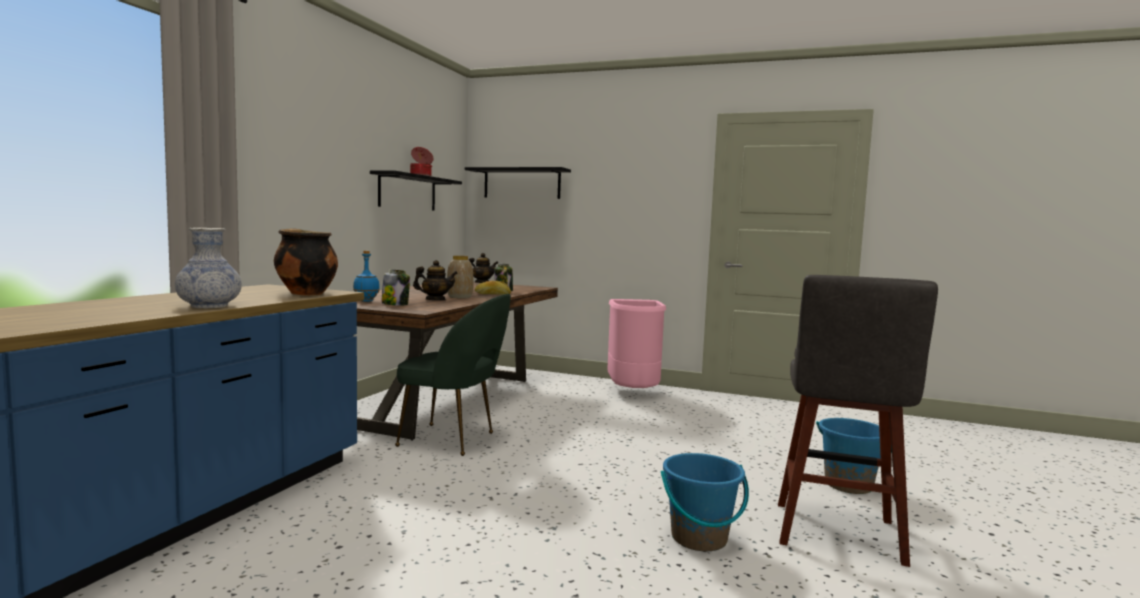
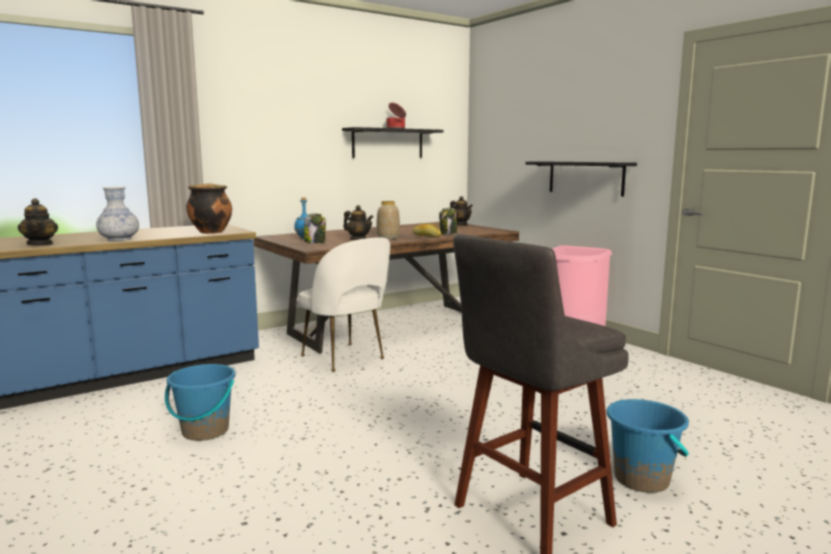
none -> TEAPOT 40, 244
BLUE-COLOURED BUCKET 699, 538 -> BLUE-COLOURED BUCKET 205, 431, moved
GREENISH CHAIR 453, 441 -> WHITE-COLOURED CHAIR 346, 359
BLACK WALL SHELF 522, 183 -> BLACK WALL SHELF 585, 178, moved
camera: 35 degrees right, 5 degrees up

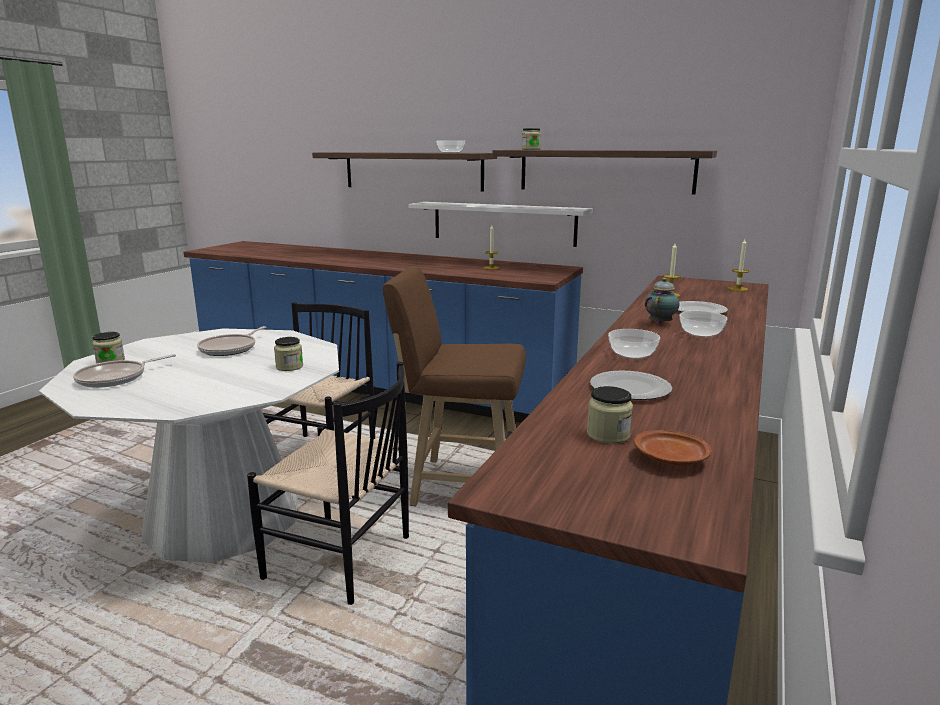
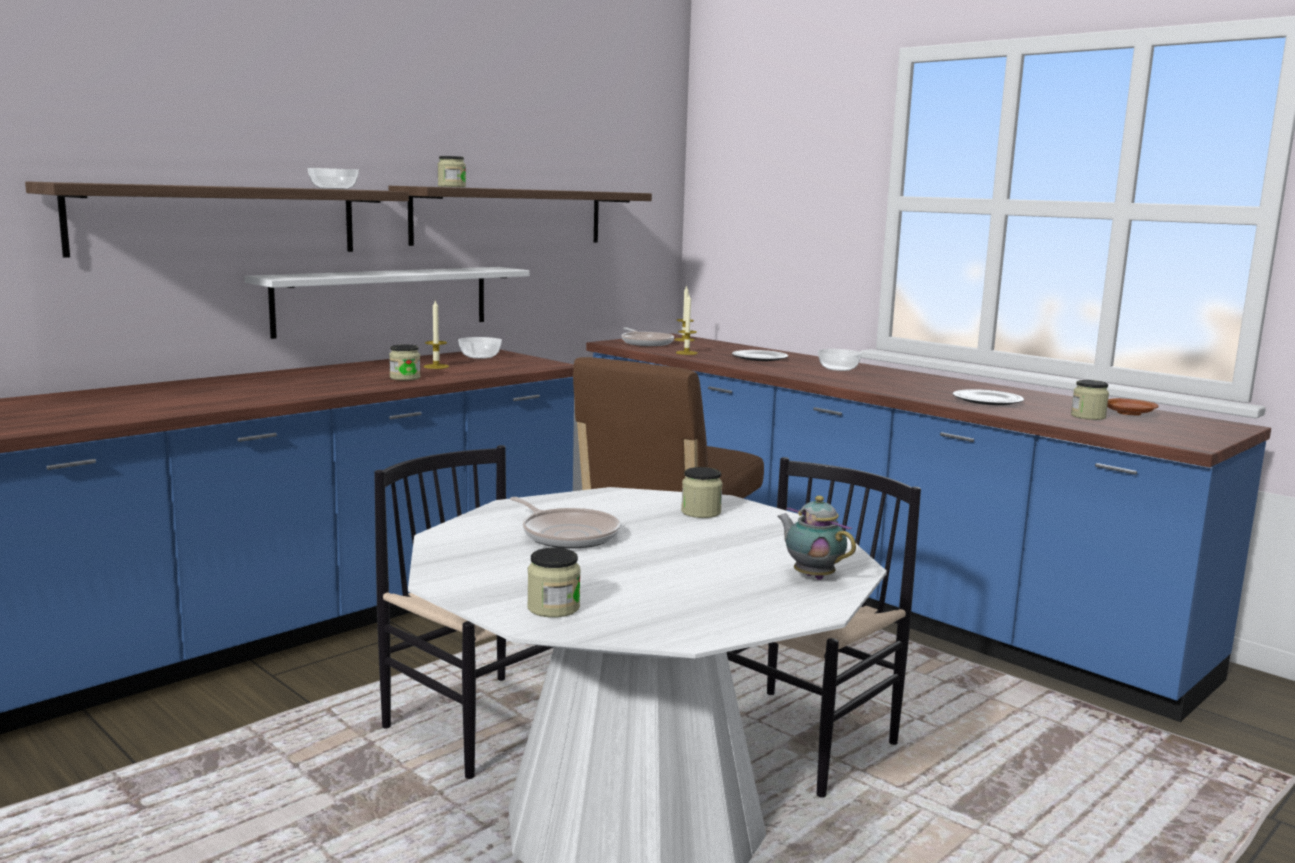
none -> STORAGE JAR 405, 378
SERVING BOWL 632, 354 -> SERVING BOWL 480, 356, moved
FRYING PAN 116, 378 -> FRYING PAN 646, 343, moved
TEAPOT 660, 323 -> TEAPOT 812, 576, moved
camera: 70 degrees left, 5 degrees down

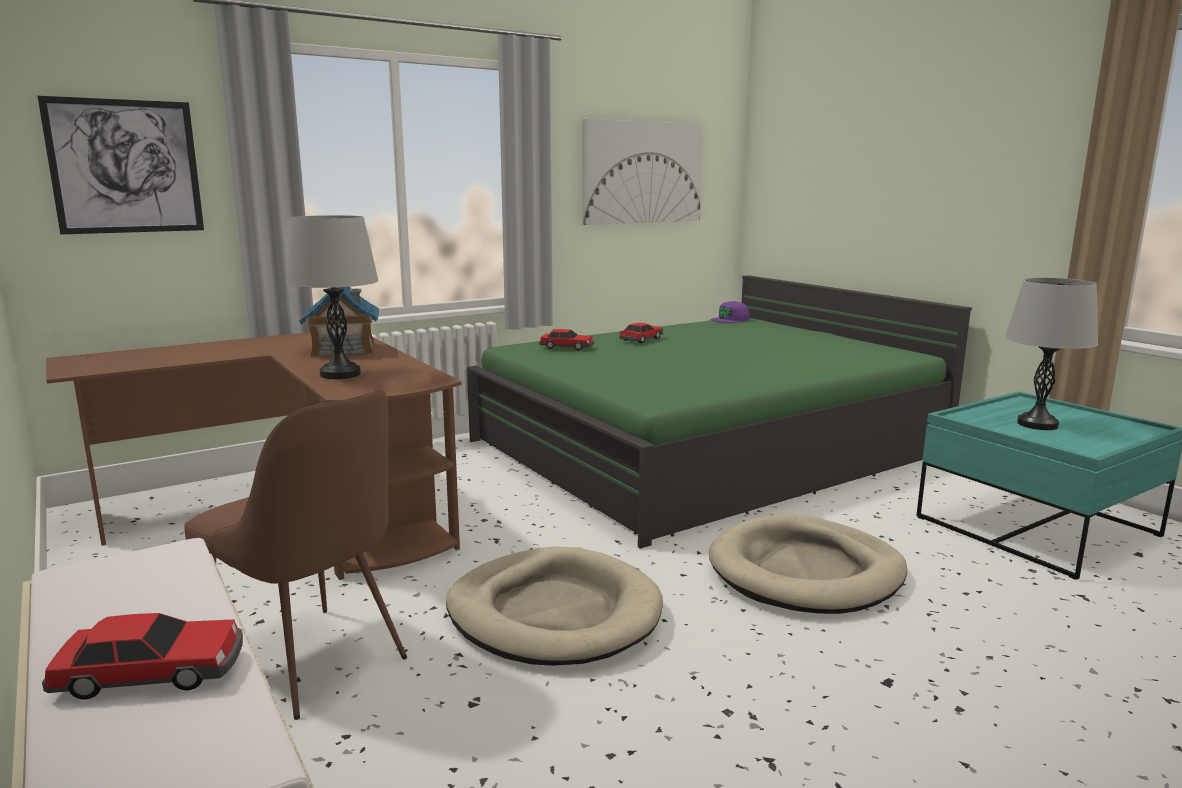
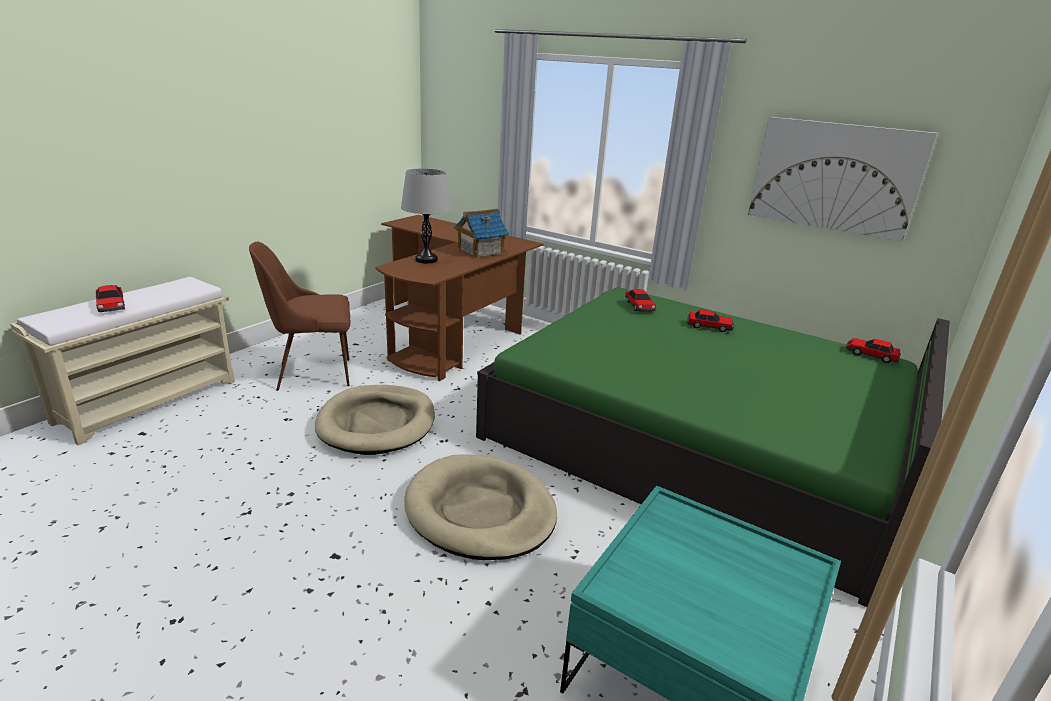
BROWN CHAIR 314, 659 -> BROWN CHAIR 313, 375, 60 degrees clockwise
PURPLE PEAKED CAP 730, 320 -> MINIATURE CAR 871, 355
PICTURE 125, 167 -> none
GREYISH LAMP FOR A TABLE 1037, 424 -> none
camera: 65 degrees right, 10 degrees up

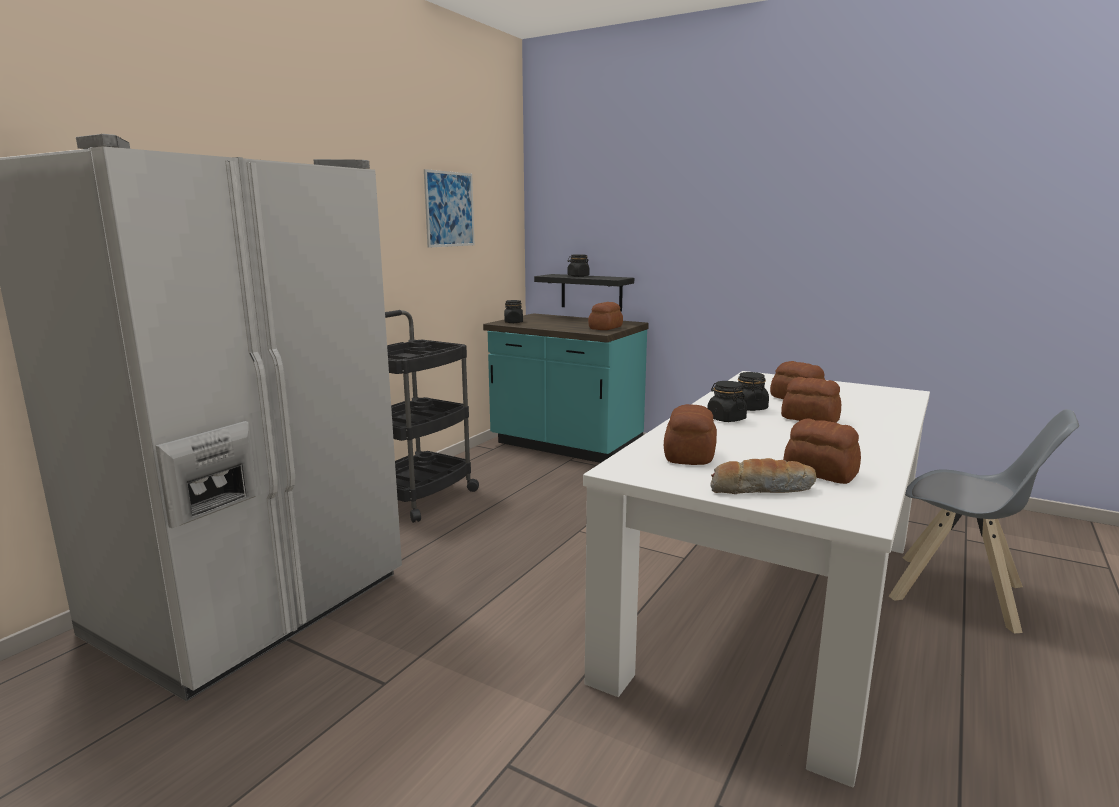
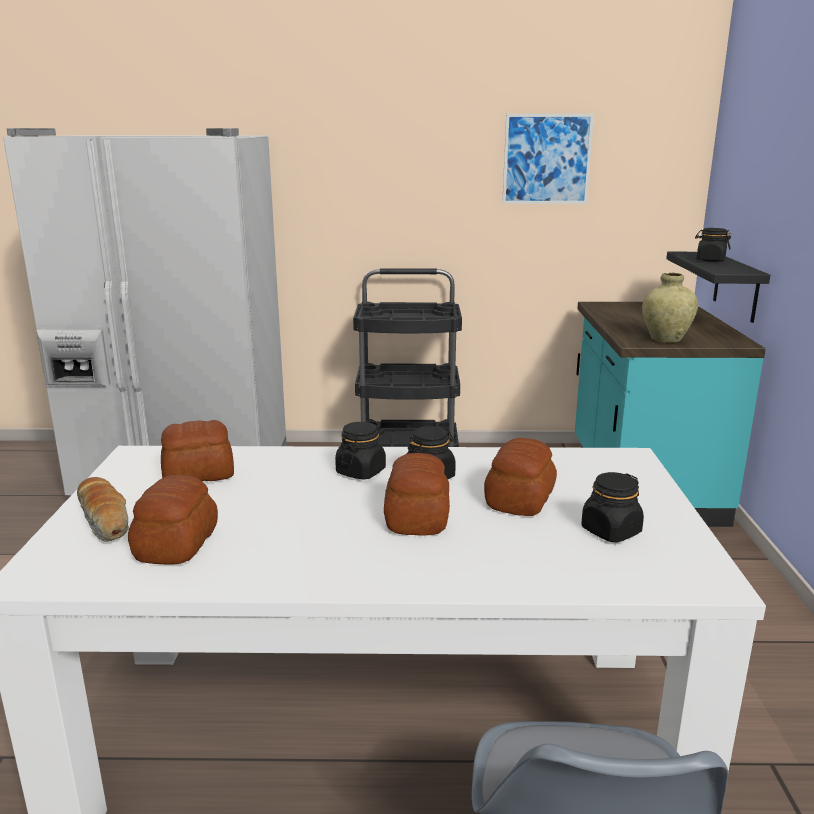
BLACK STORAGE JAR 513, 322 -> BLACK STORAGE JAR 610, 531, moved
BAKED BREAD 605, 328 -> BEIGE FLOWER VASE 665, 339
camera: 60 degrees right, 5 degrees up

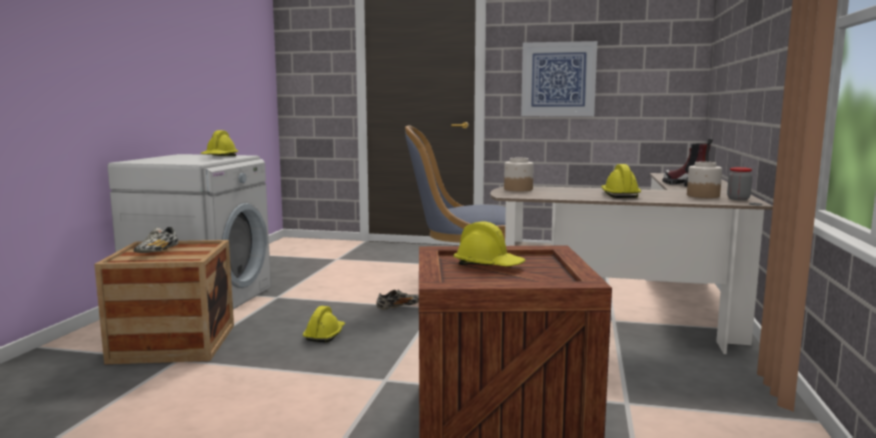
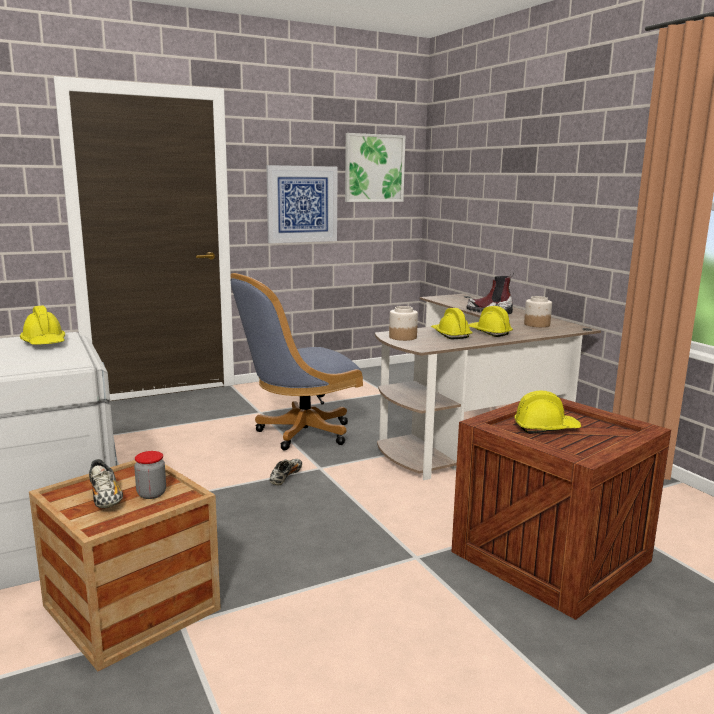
STORAGE JAR 738, 199 -> STORAGE JAR 151, 494, moved
none -> PICTURE 374, 168
YELLOW WORK HELMET 325, 335 -> YELLOW WORK HELMET 450, 335, moved
camera: 40 degrees left, 5 degrees up

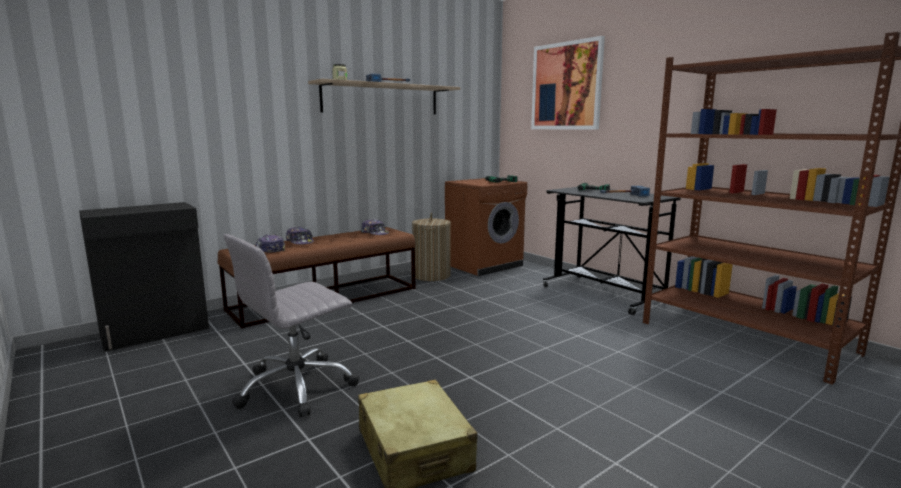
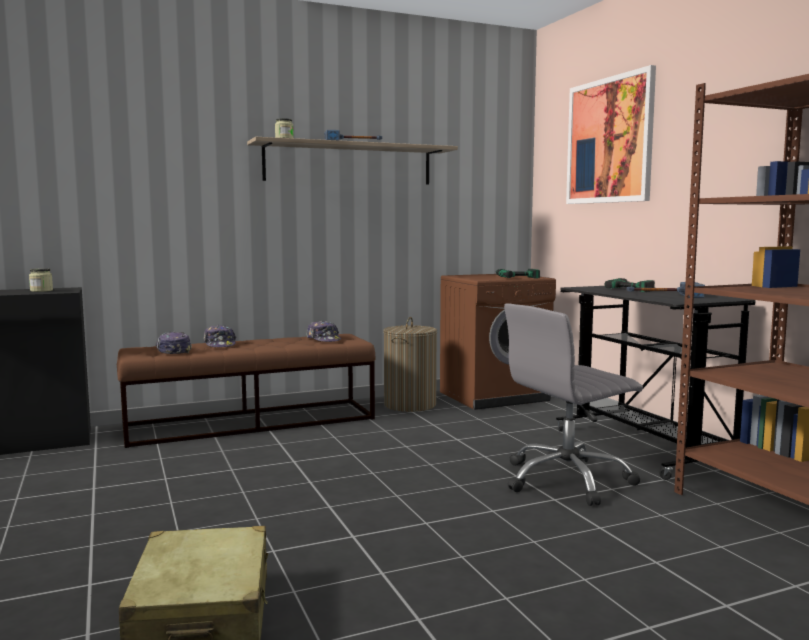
none -> STORAGE JAR 41, 291
GREYISH COMPUTER CHAIR 296, 387 -> GREYISH COMPUTER CHAIR 566, 480, moved
camera: 15 degrees right, 5 degrees down

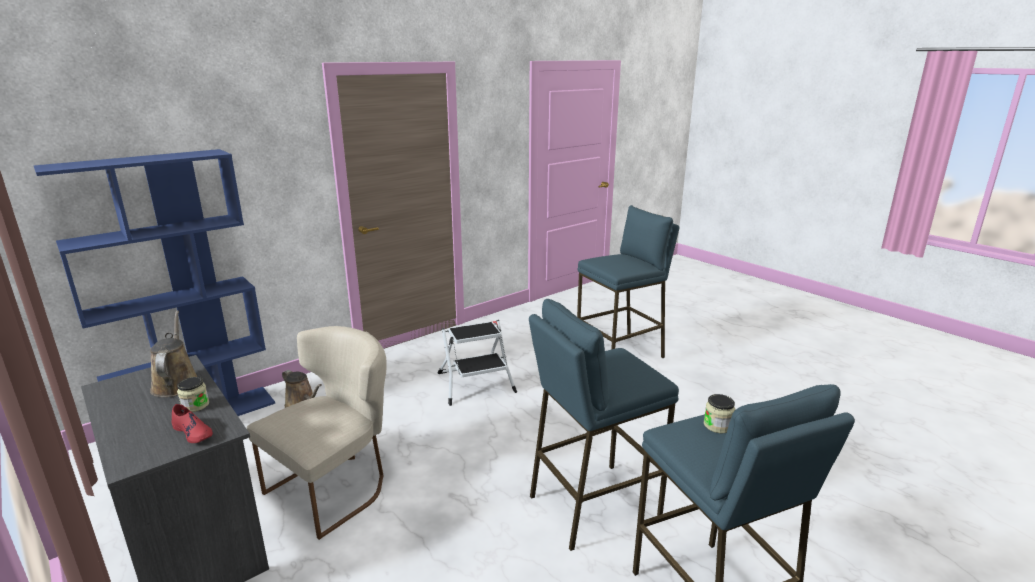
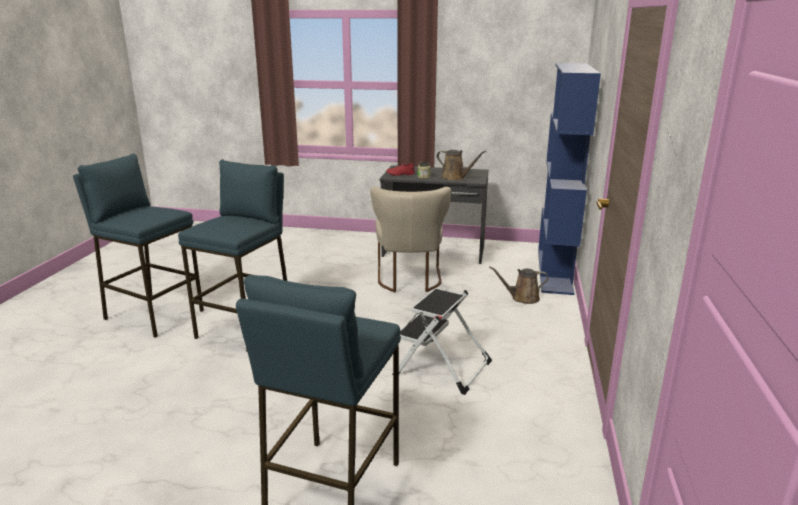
STORAGE JAR 717, 425 -> none
camera: 140 degrees right, 0 degrees up

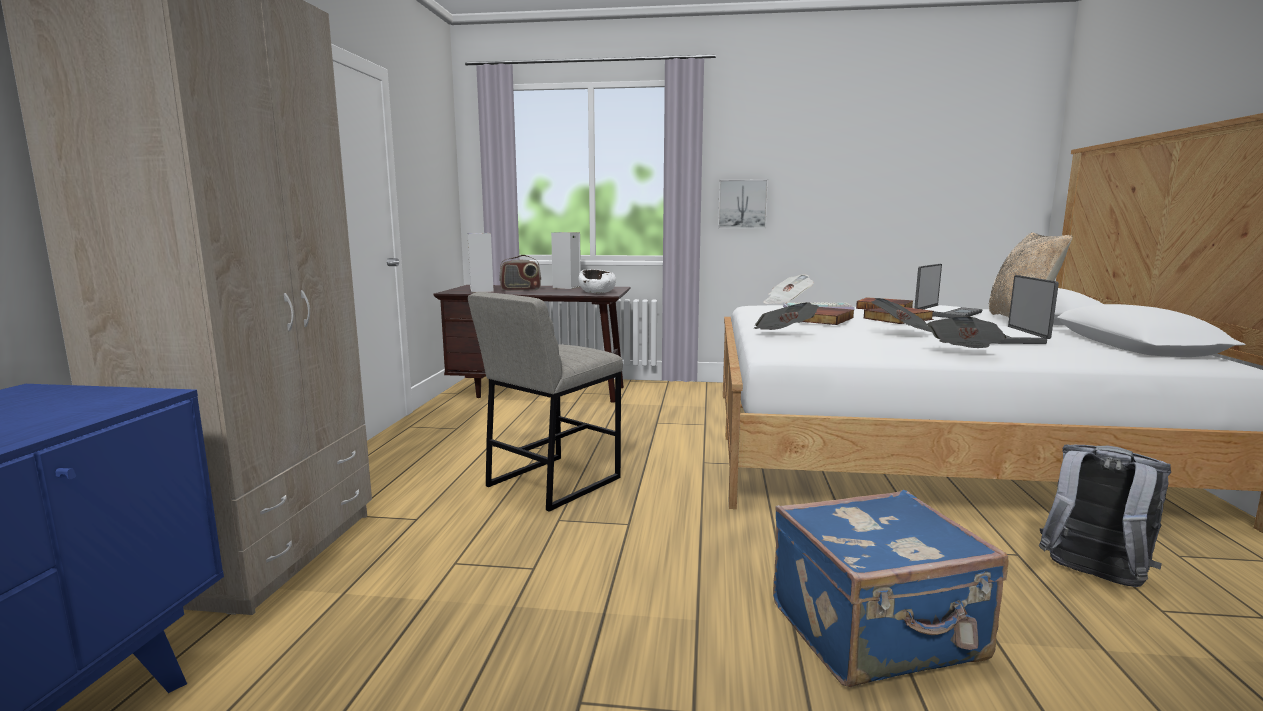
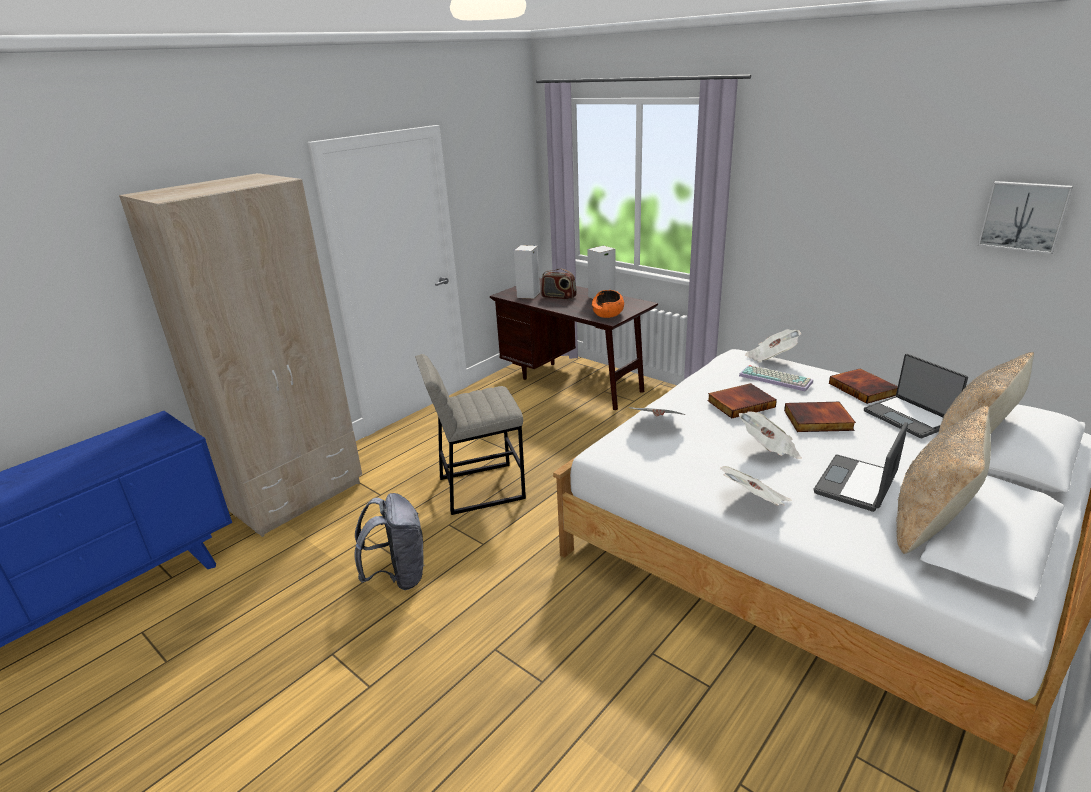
GREYISH BACKPACK 1092, 578 -> GREYISH BACKPACK 398, 576, moved
WHITE-COLOURED SERVING BOWL 597, 292 -> ORANGE SERVING BOWL 608, 314
NOTEBOOK COMPUTER 946, 313 -> NOTEBOOK COMPUTER 909, 417, 75 degrees clockwise
none -> BEIGE THROW PILLOW 928, 529
PICTURE 742, 204 -> PICTURE 1023, 216, moved
BLUE-COLOURED SUITCASE 877, 633 -> none
camera: 35 degrees right, 15 degrees up

